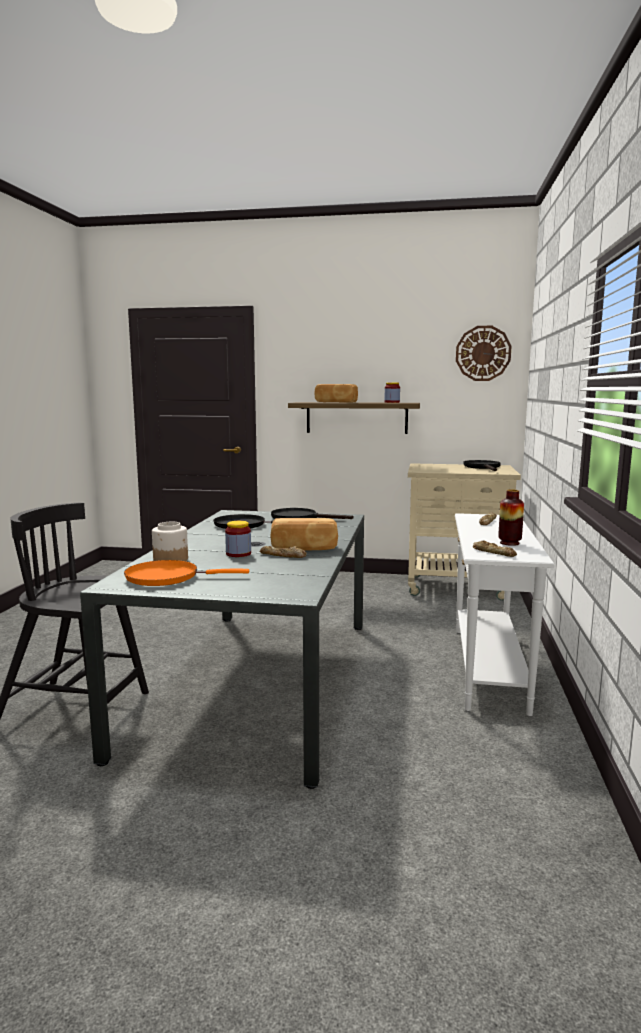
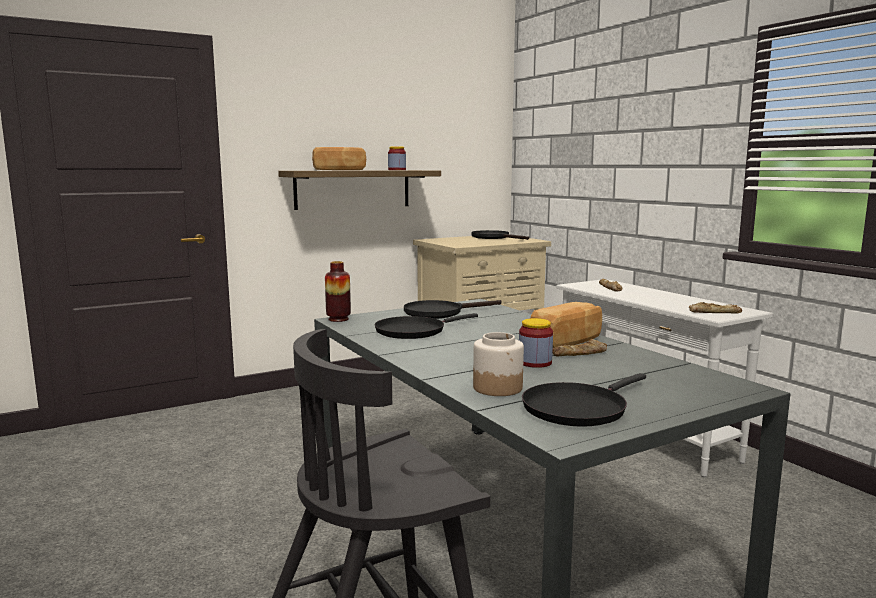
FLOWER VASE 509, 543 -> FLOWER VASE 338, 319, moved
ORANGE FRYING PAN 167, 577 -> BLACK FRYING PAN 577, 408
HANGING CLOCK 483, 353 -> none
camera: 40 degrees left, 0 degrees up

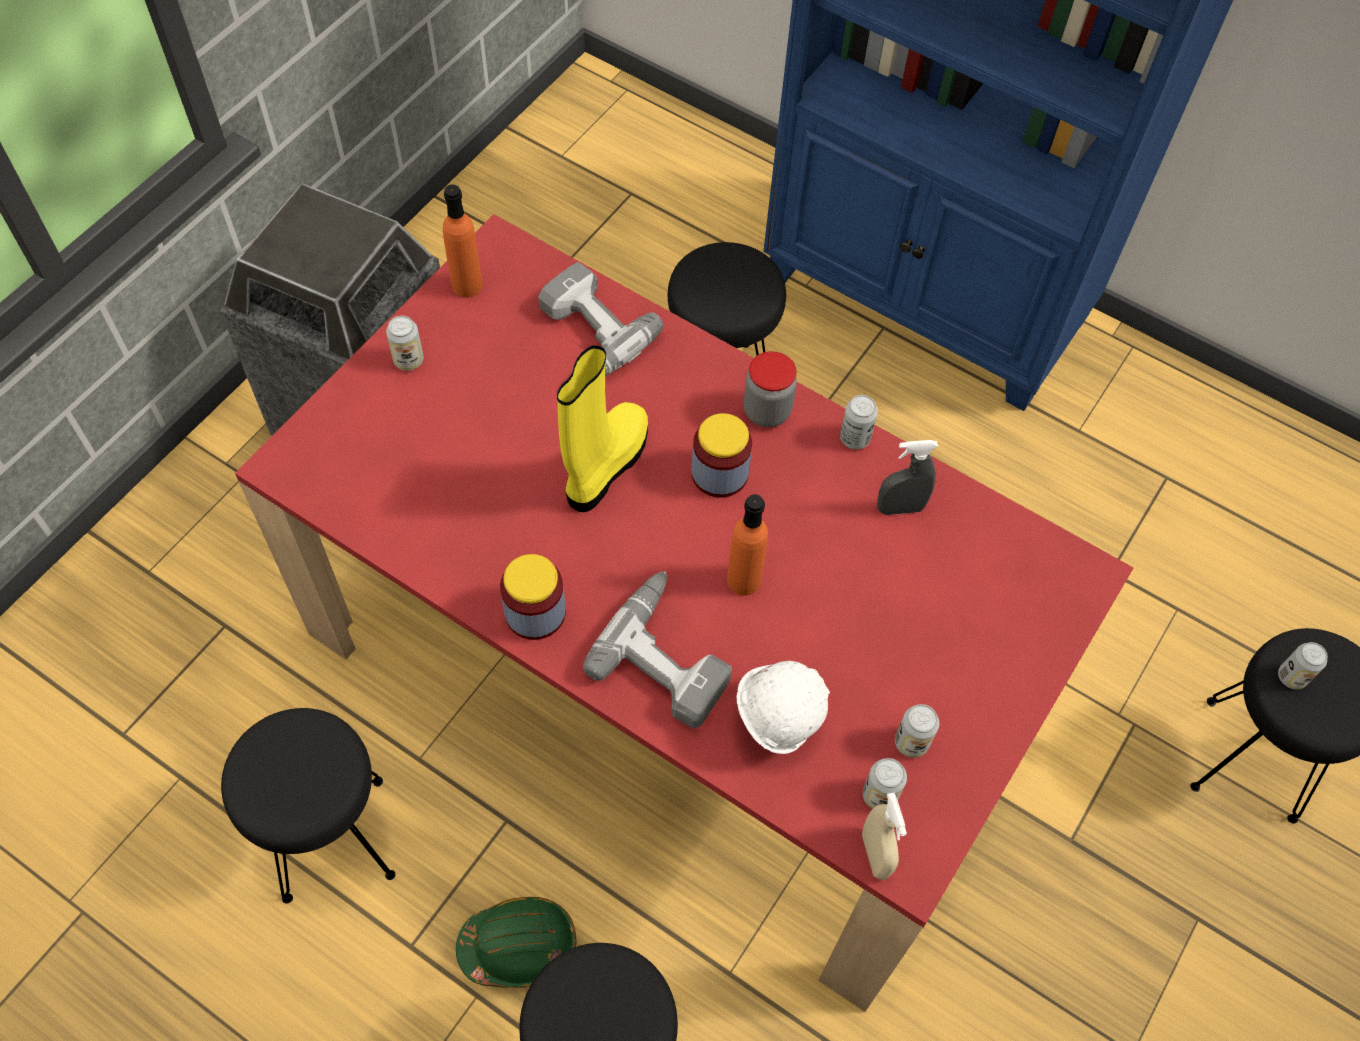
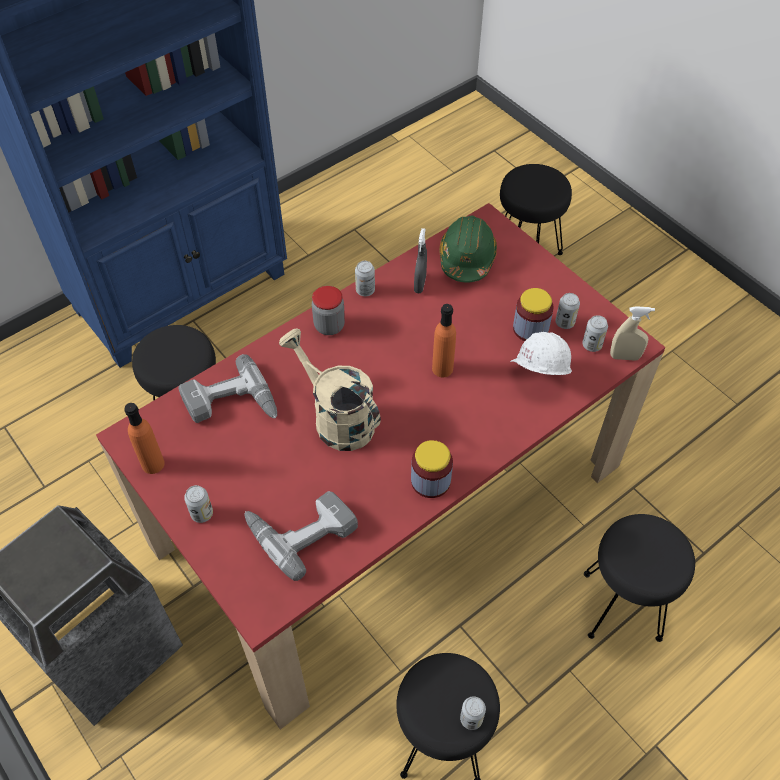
POWER DRILL 670, 655 -> POWER DRILL 300, 529, moved
YELLOW HIGH-TOP BOOT 605, 466 -> BEIGE WATERING CAN 336, 418
GREENISH WORK HELMET 519, 946 -> GREENISH WORK HELMET 467, 258, moved
CAN 1291, 677 -> CAN 471, 719, moved
STORAGE JAR 719, 473 -> STORAGE JAR 530, 329, moved
camera: 70 degrees left, 5 degrees down

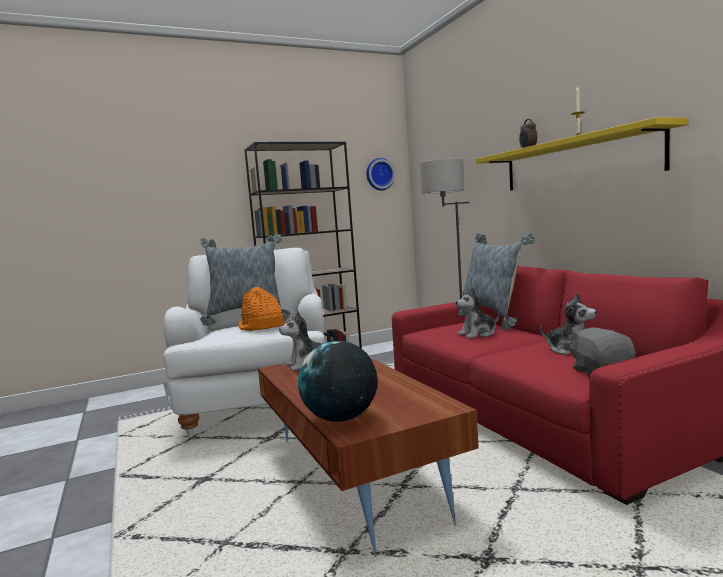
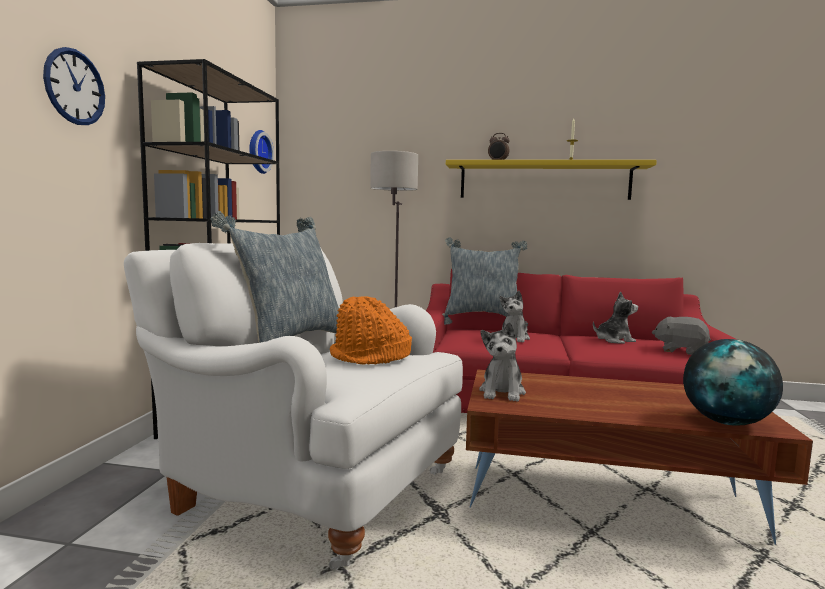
none -> HANGING CLOCK 75, 87
camera: 55 degrees left, 0 degrees up

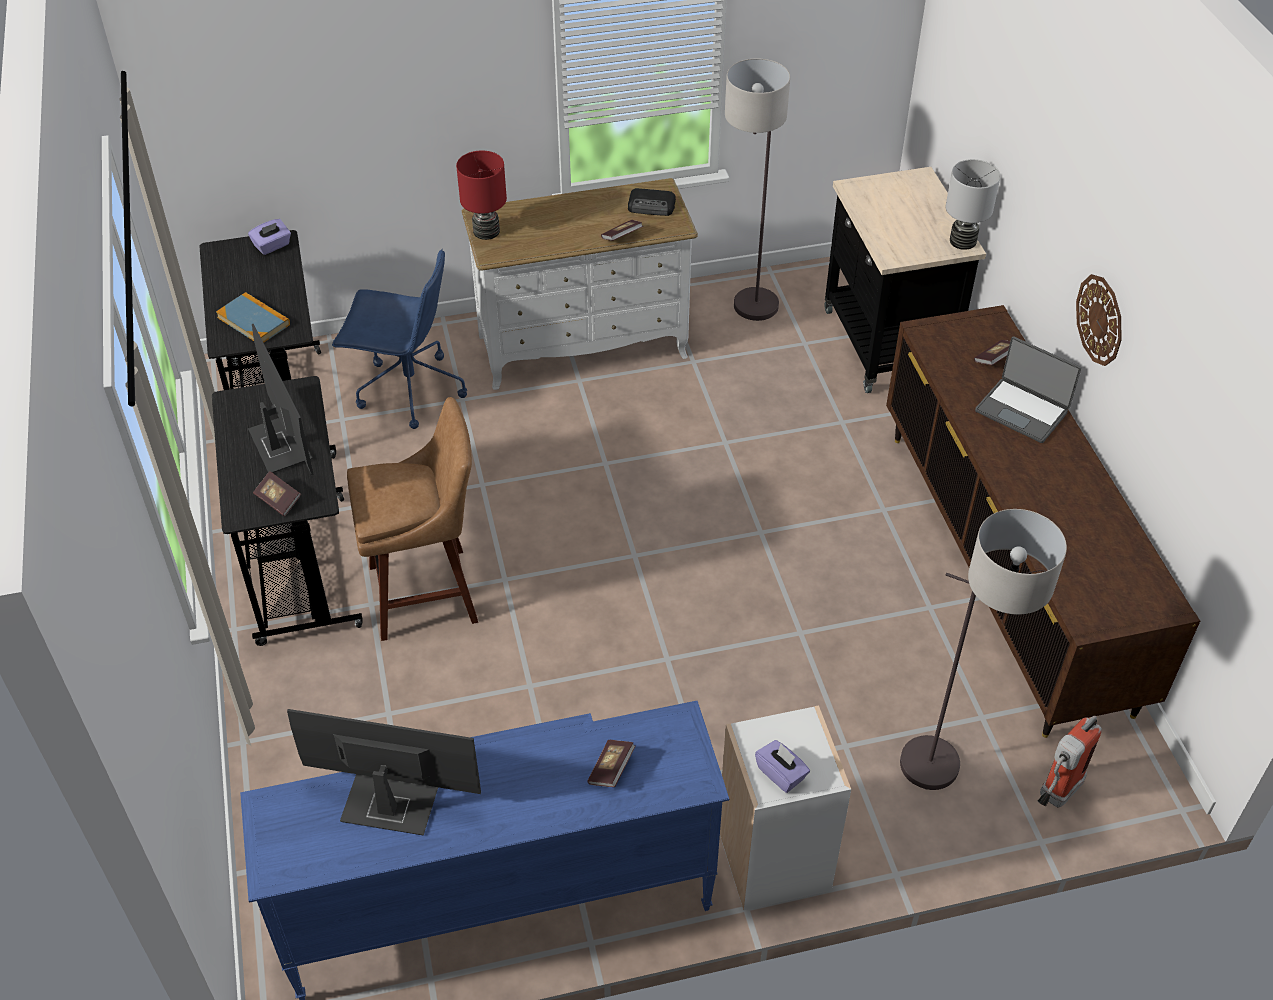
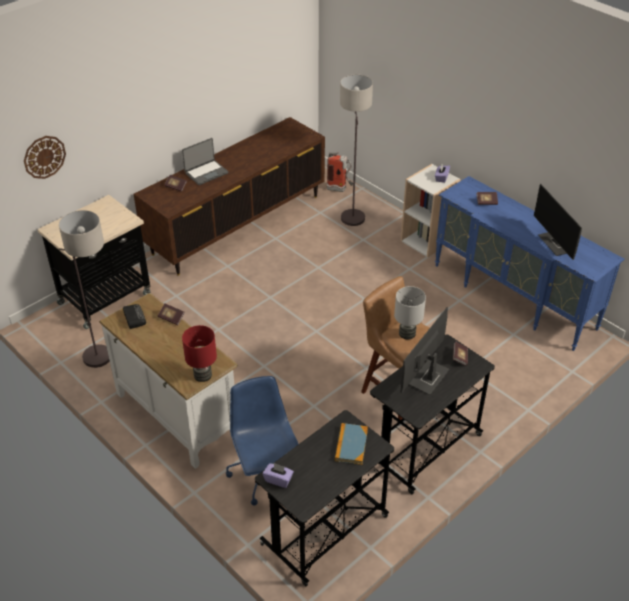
HANGING CLOCK 1100, 319 -> HANGING CLOCK 44, 157, moved
NOTEBOOK COMPUTER 1022, 410 -> NOTEBOOK COMPUTER 206, 173, 45 degrees clockwise
GREYISH LAMP FOR A TABLE 962, 241 -> GREYISH LAMP FOR A TABLE 407, 333, moved
camera: 120 degrees left, 5 degrees down

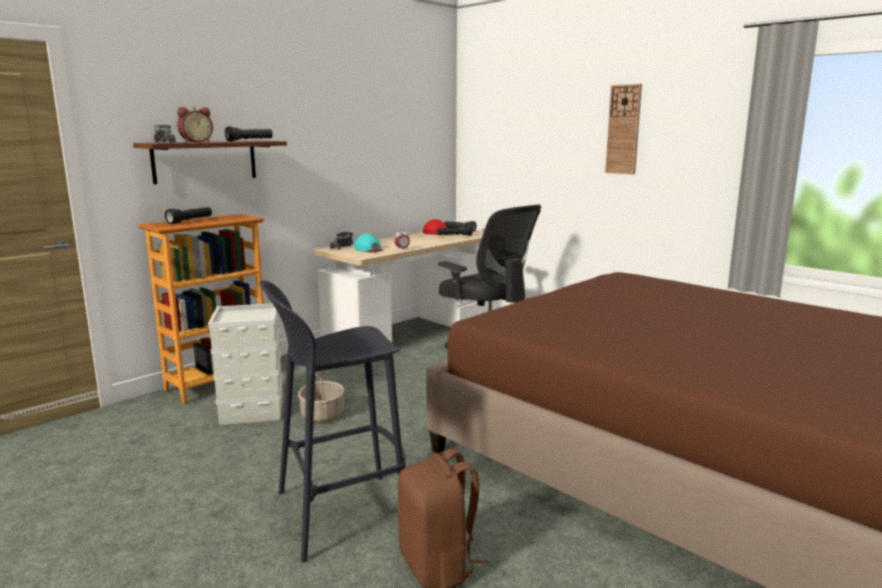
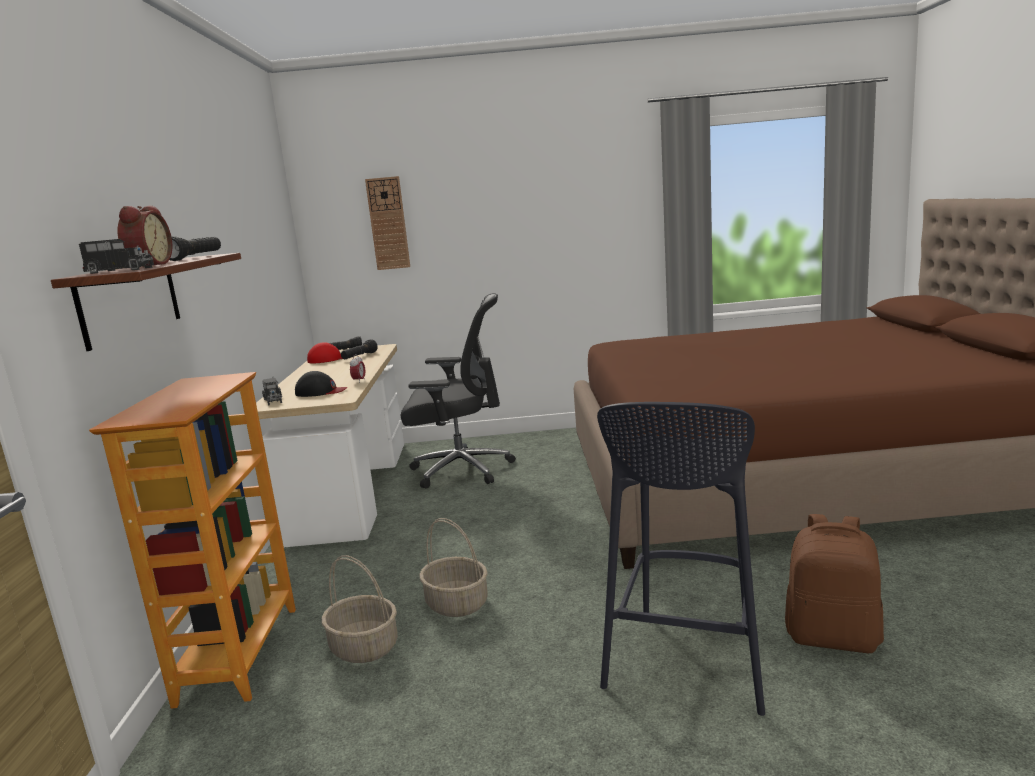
BLUE-GREEN PEAKED CAP 369, 249 -> BLACK PEAKED CAP 320, 392
GREYISH STORAGE BOX 253, 410 -> HOUSEHOLD BASKET 365, 647
HANGING CLOCK 623, 129 -> HANGING CLOCK 388, 223, moved
BLACK HAND TORCH 190, 221 -> none
camera: 45 degrees left, 0 degrees up

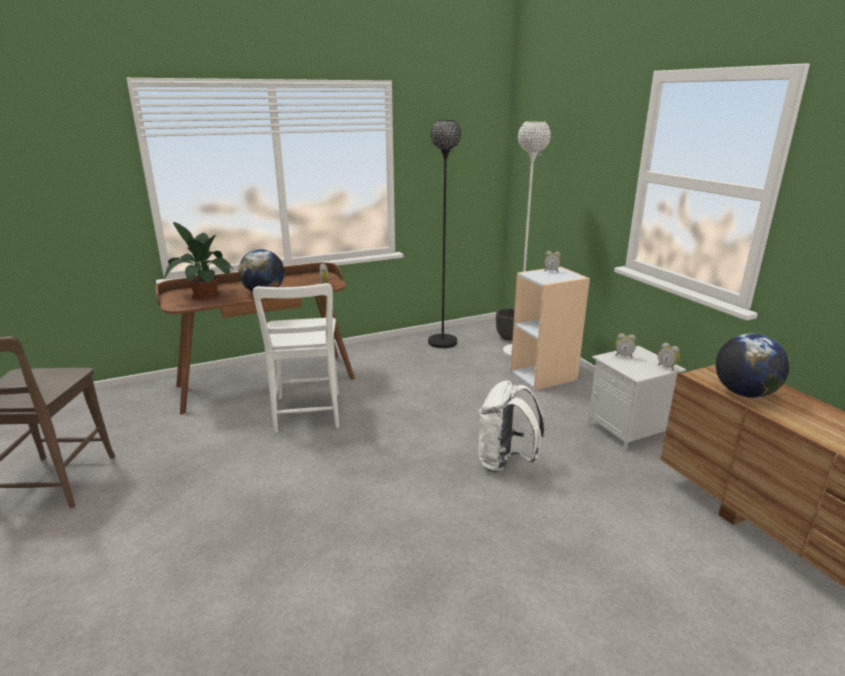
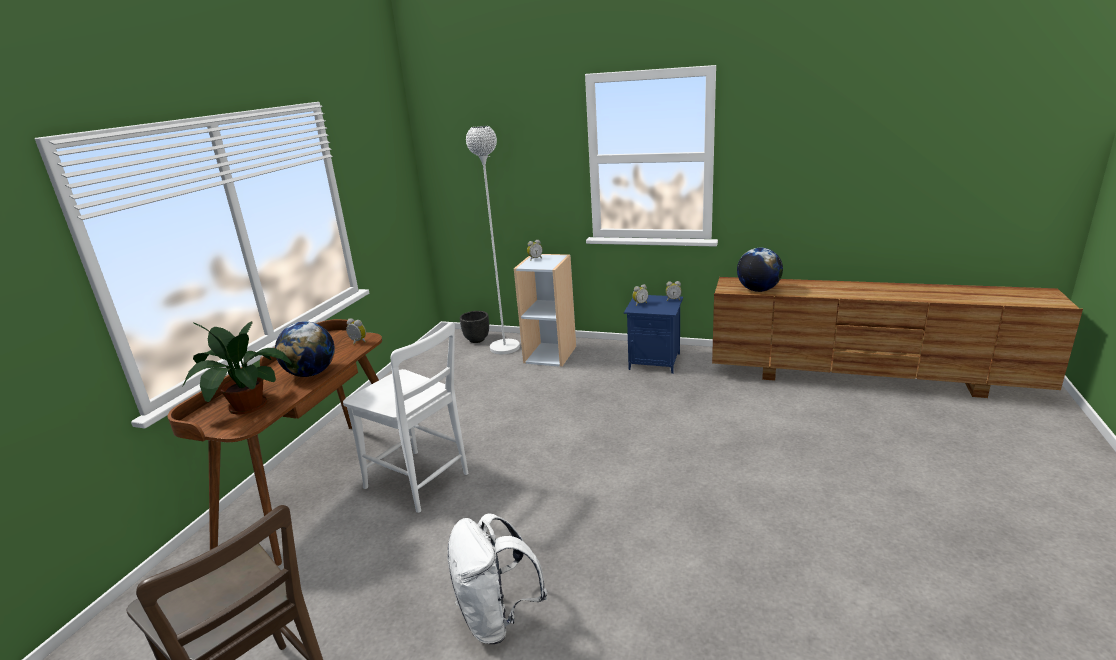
WHITE-COLOURED BACKPACK 505, 462 -> WHITE-COLOURED BACKPACK 497, 618, moved
GREYISH NIGHTSTAND 628, 430 -> BLUE-COLOURED NIGHTSTAND 656, 361
BLACK STANDARD LAMP 443, 342 -> none
camera: 45 degrees left, 0 degrees up

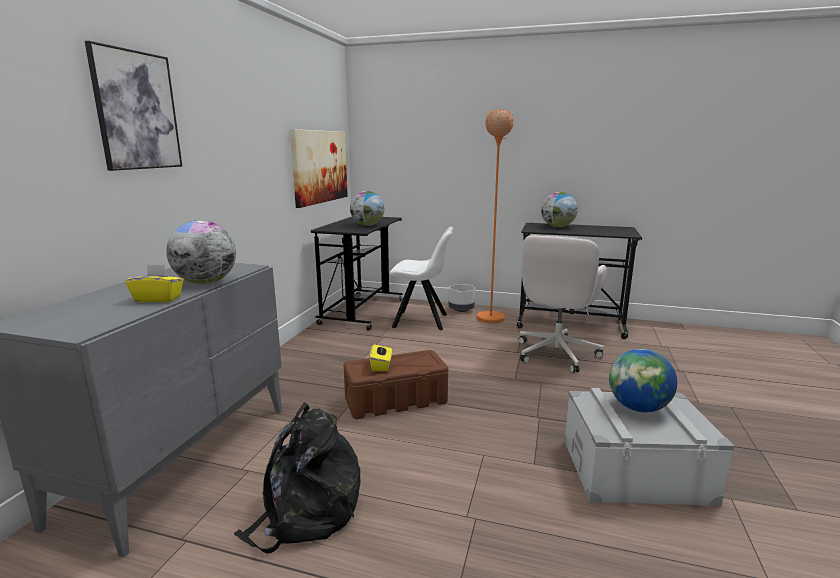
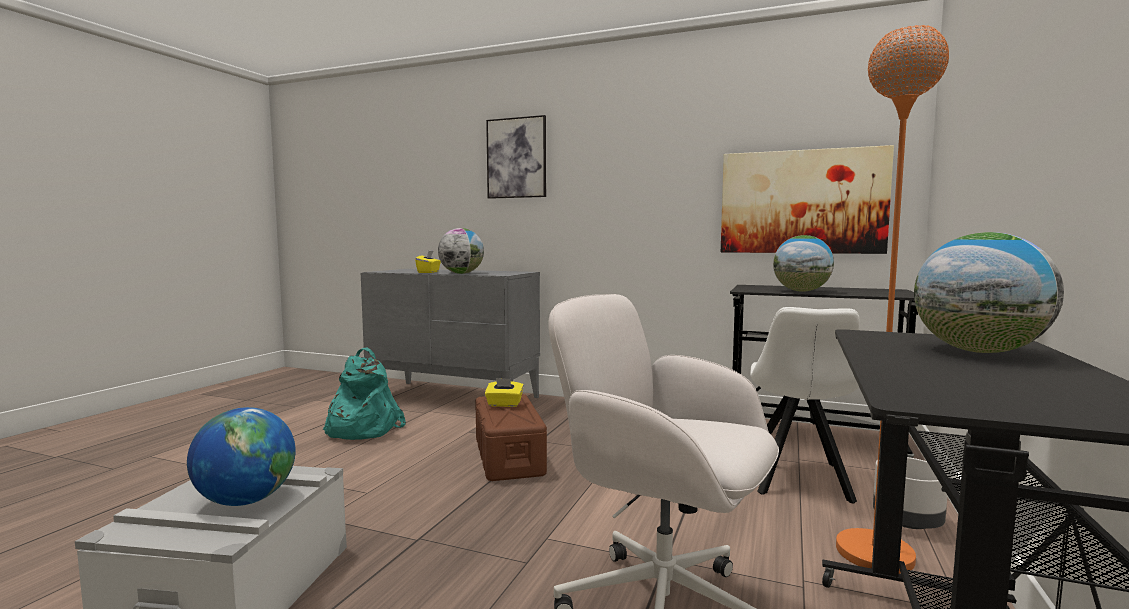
BLACK BACKPACK 306, 512 -> BLUE-GREEN BACKPACK 360, 429
camera: 95 degrees right, 10 degrees down

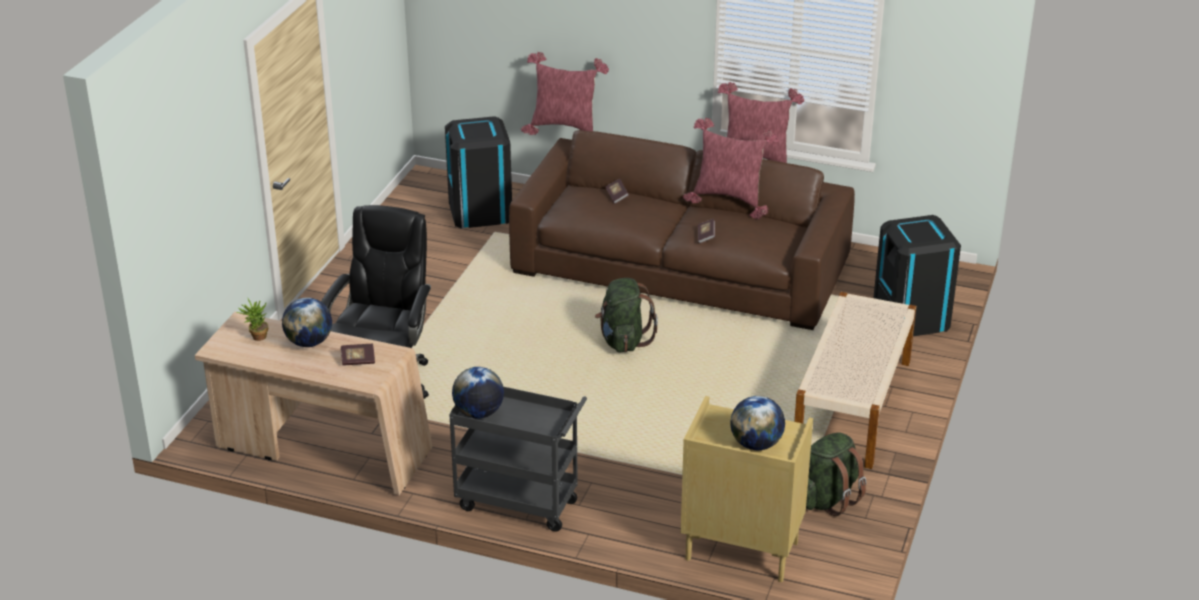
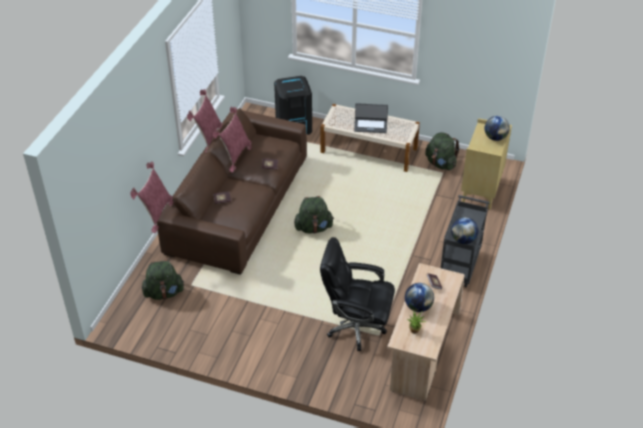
BLACK WASTE BIN 480, 211 -> GREENISH BACKPACK 164, 293
none -> NOTEBOOK COMPUTER 370, 126
camera: 90 degrees left, 10 degrees up

